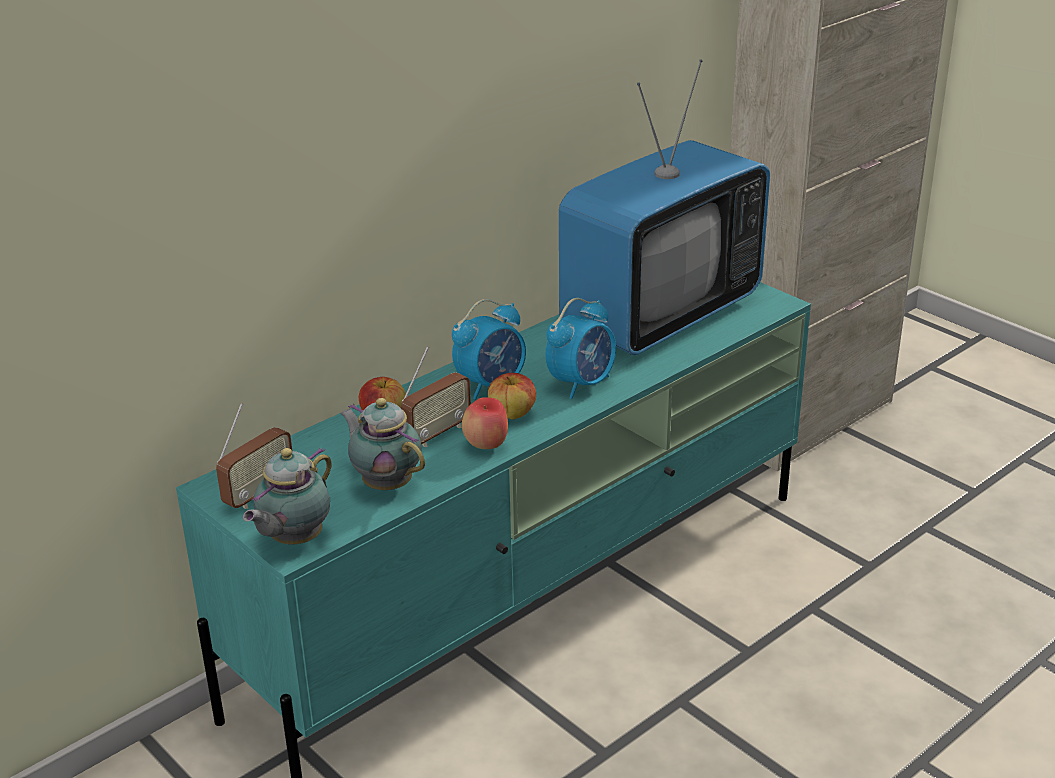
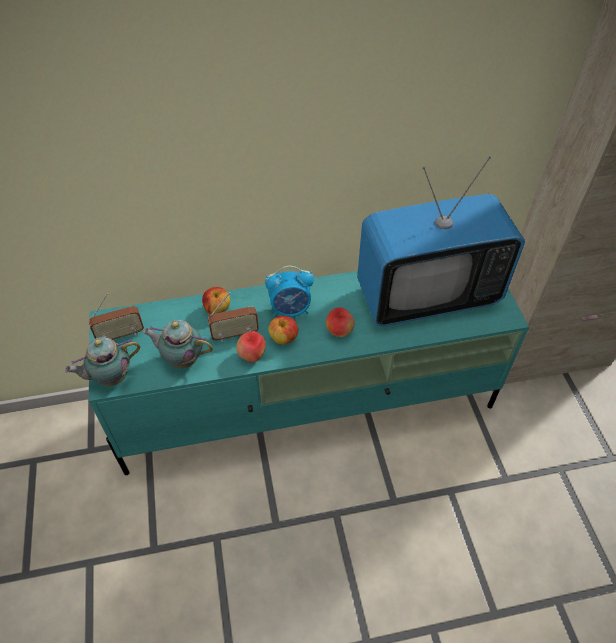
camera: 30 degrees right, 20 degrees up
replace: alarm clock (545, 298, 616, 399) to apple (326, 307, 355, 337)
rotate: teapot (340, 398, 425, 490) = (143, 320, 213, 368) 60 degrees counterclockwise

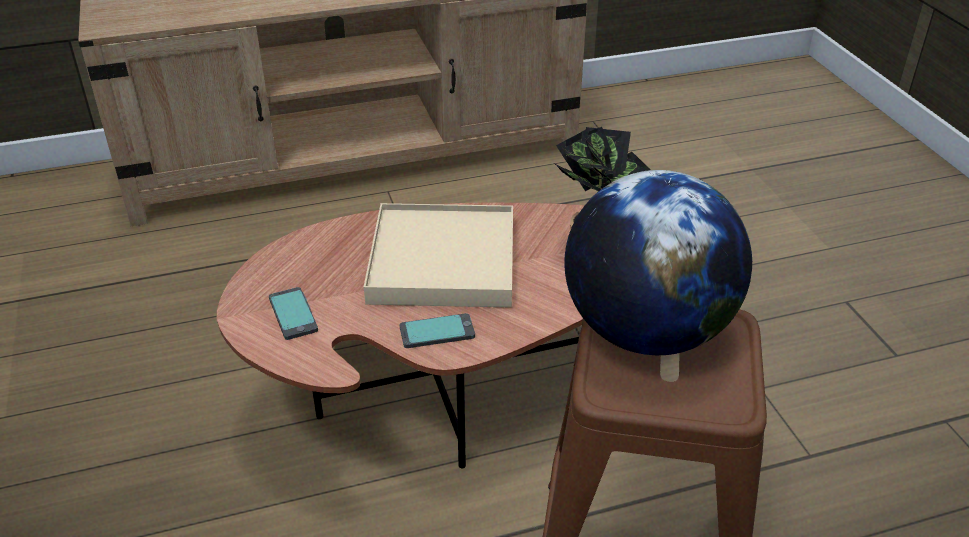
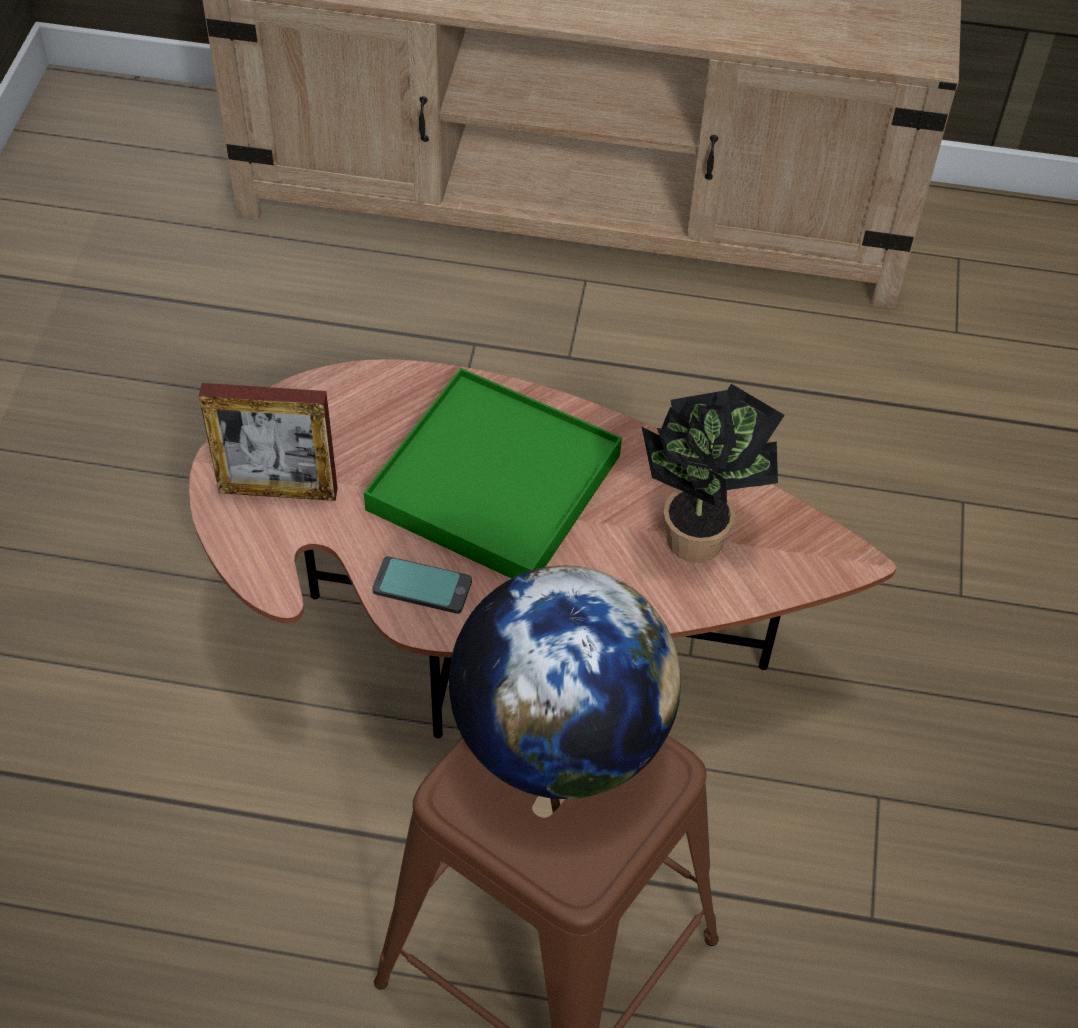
camera: 25 degrees right, 15 degrees up
replace: phone (269, 287, 318, 340) to picture frame (199, 383, 338, 501)
recolor: tray (beige) (364, 203, 513, 307) to tray (green) (364, 368, 622, 579)

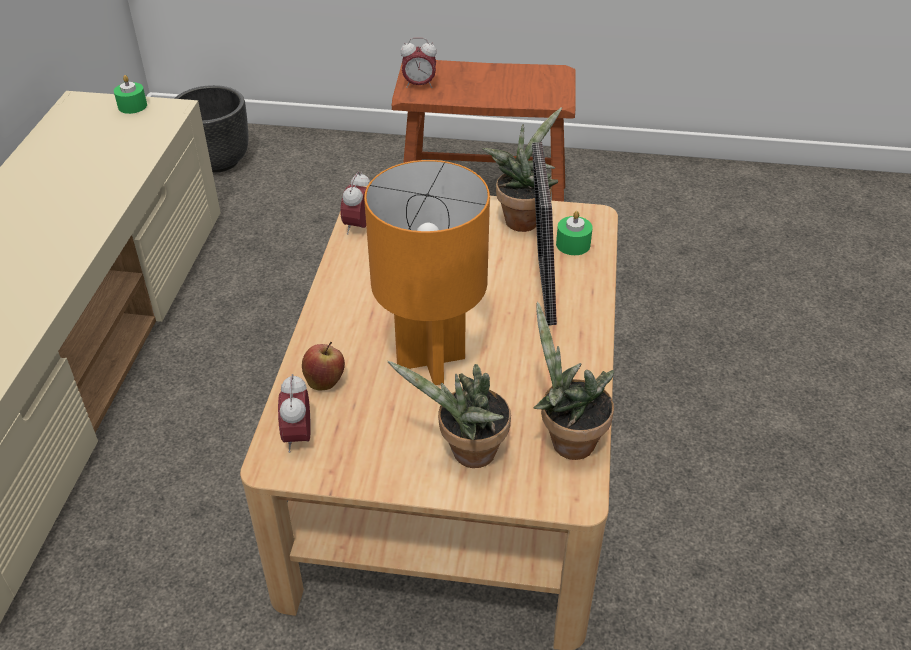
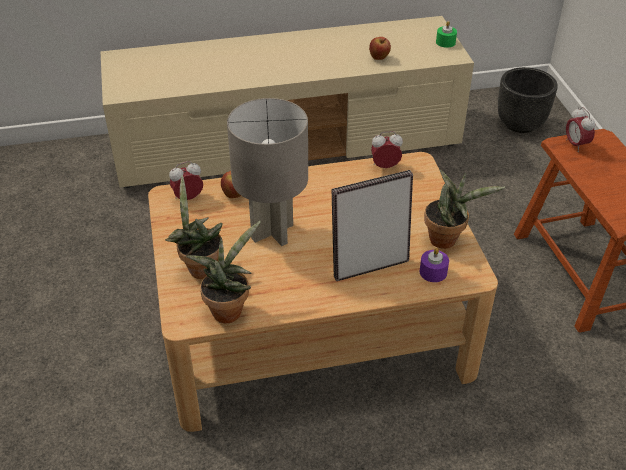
camera: 70 degrees right, 0 degrees up
insert: apple (369, 37, 391, 60)
recolor: table lamp (orange) (364, 160, 490, 385) to table lamp (grey) (227, 98, 308, 246); candle (green) (556, 211, 593, 255) to candle (purple) (420, 248, 449, 282)

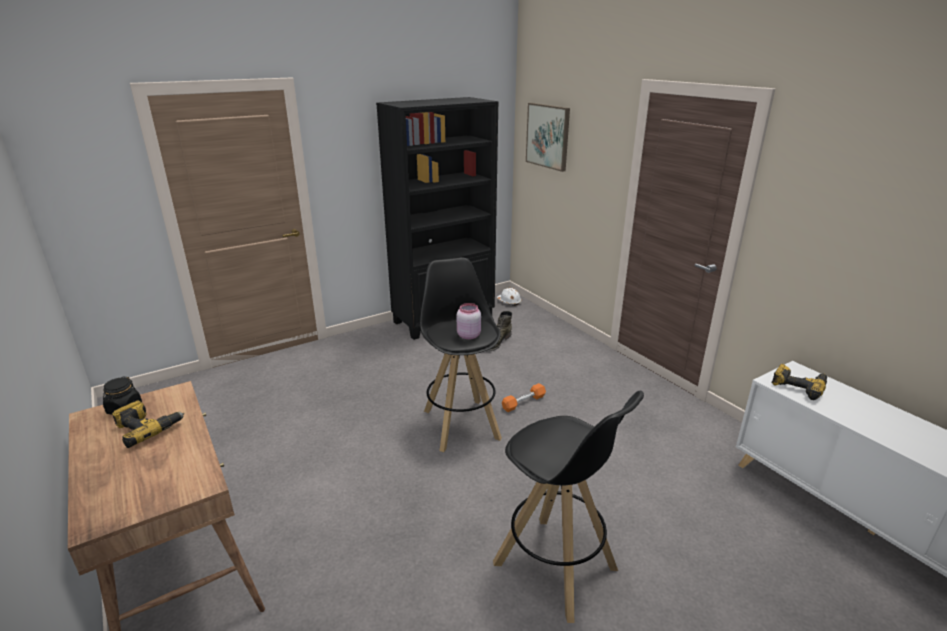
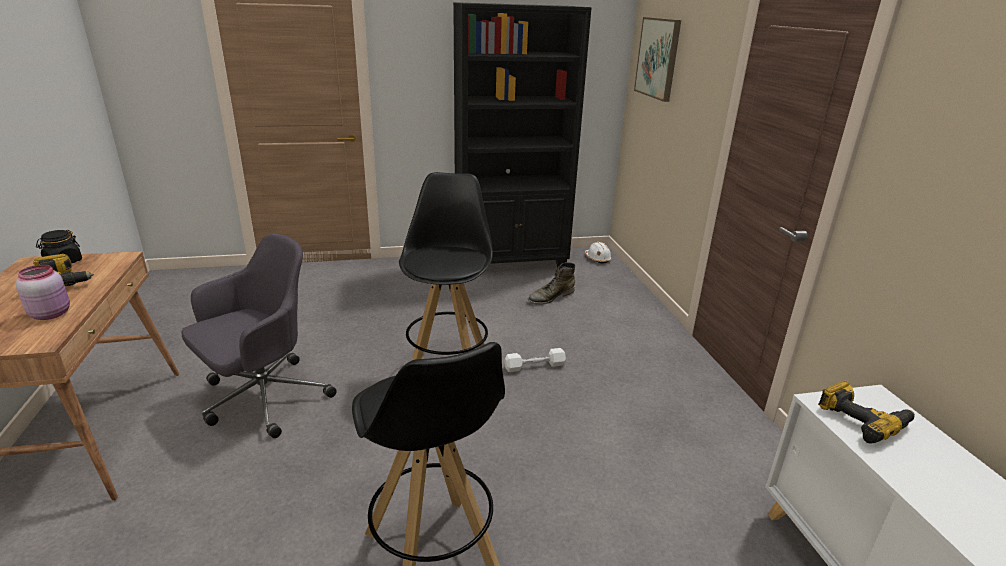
camera: 20 degrees right, 0 degrees up
insert: office chair (grey) (182, 234, 337, 438)
move: jar (pink) (457, 303, 481, 340) to (16, 265, 70, 320)
recolor: dumbbell (orange) (502, 383, 546, 412) to dumbbell (white) (504, 348, 566, 372)

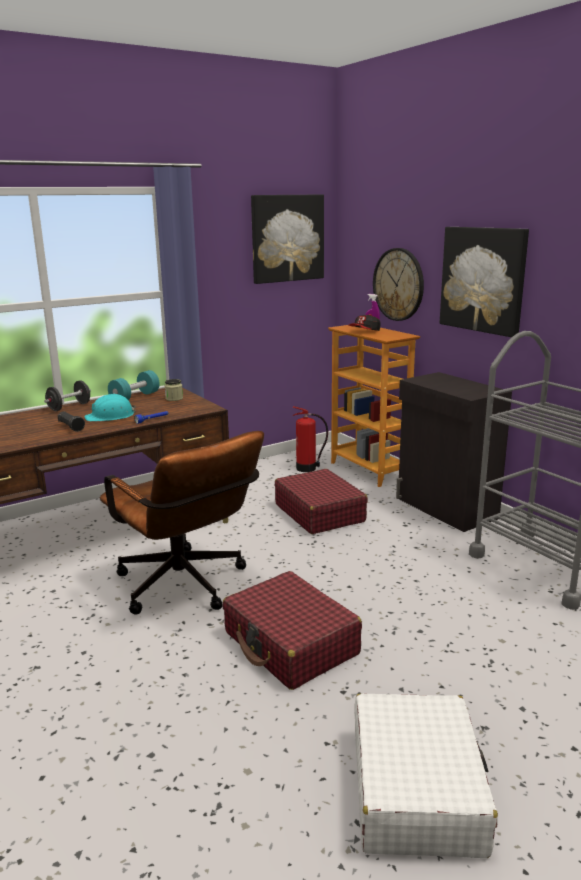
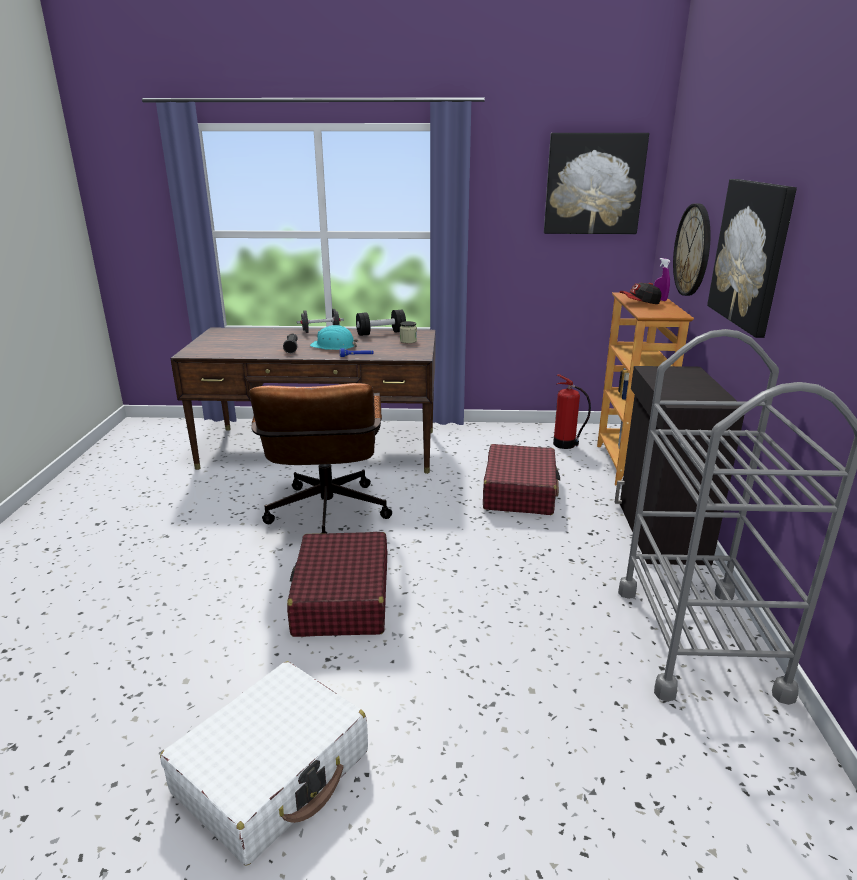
camera: 35 degrees right, 5 degrees up
recolor: dumbbell (turquoise) (108, 370, 160, 400) to dumbbell (black) (356, 310, 406, 336)

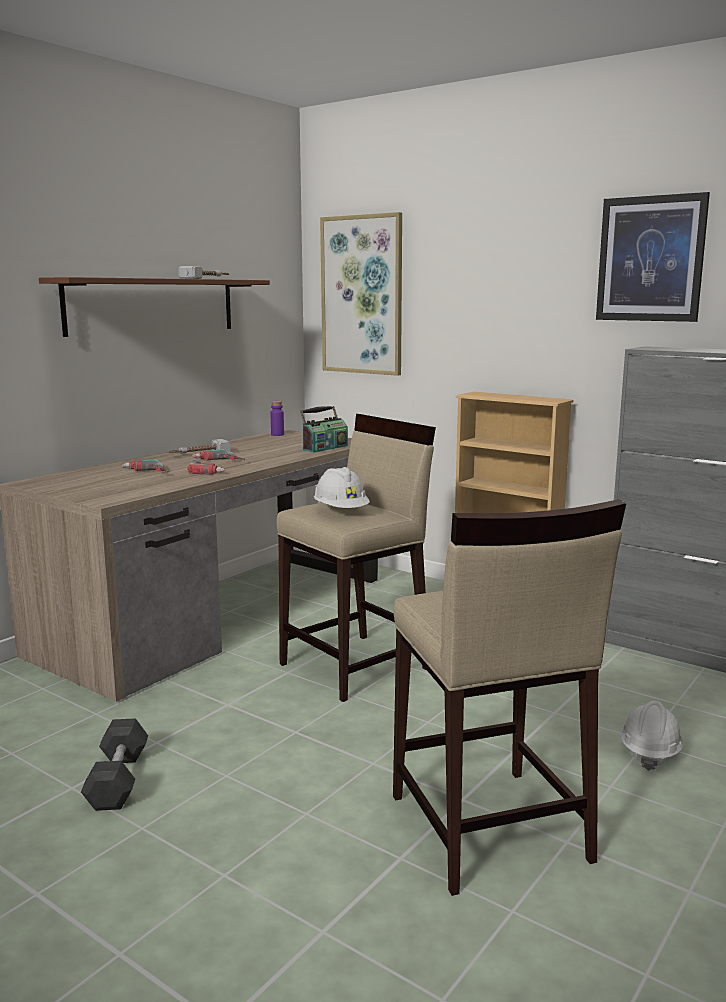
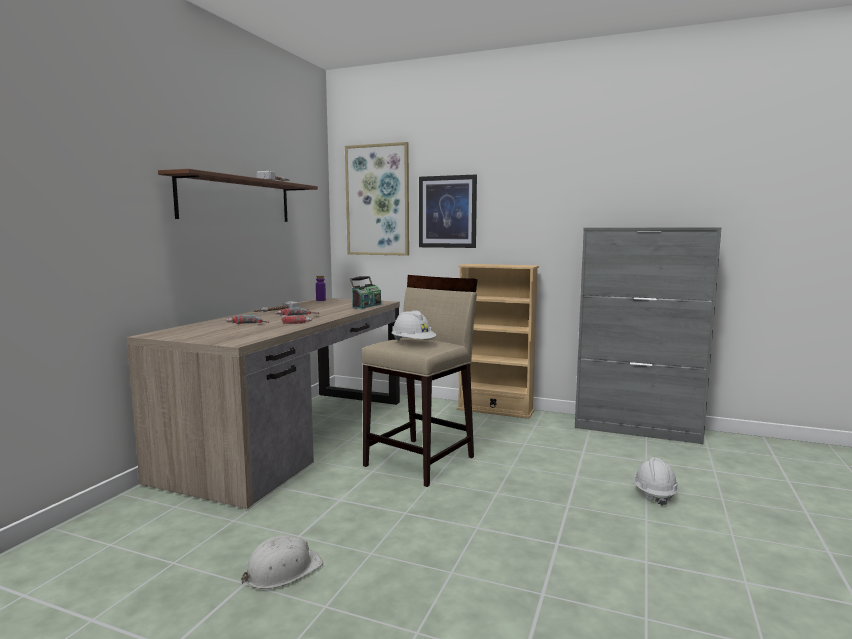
camera: 15 degrees left, 5 degrees down
delete: stool (beige) (393, 499, 626, 896)
move: picture (596, 192, 710, 322) to (419, 175, 477, 248)
replace: dumbbell (grey) (81, 718, 148, 811) to hard hat (white) (241, 535, 323, 589)

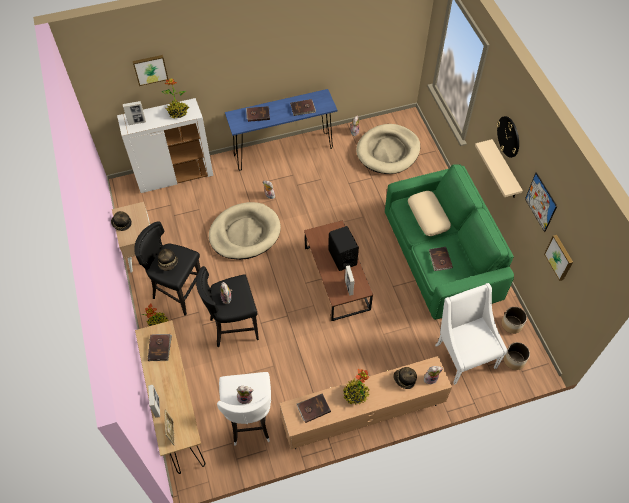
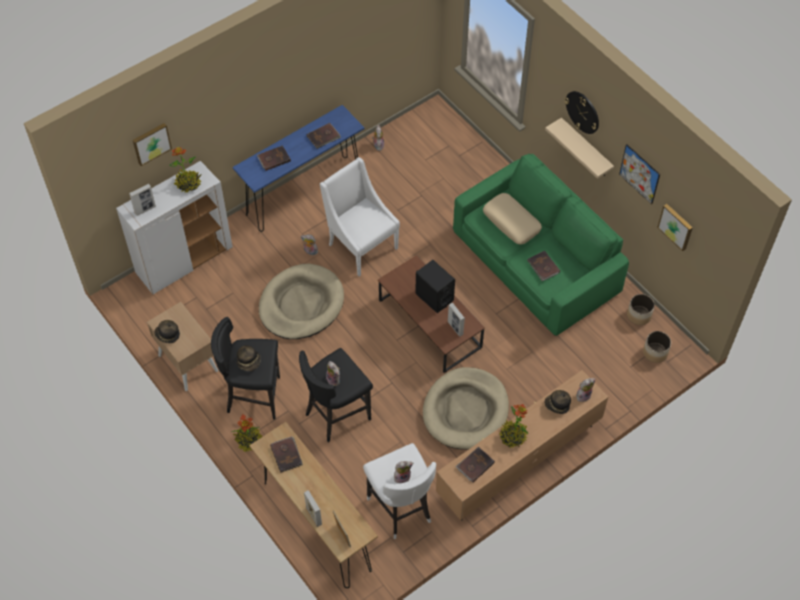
camera: 20 degrees left, 0 degrees up
move: armchair (white) (435, 283, 507, 385) to (320, 157, 400, 276); dog bed (beige) (356, 124, 420, 174) to (423, 367, 509, 450)

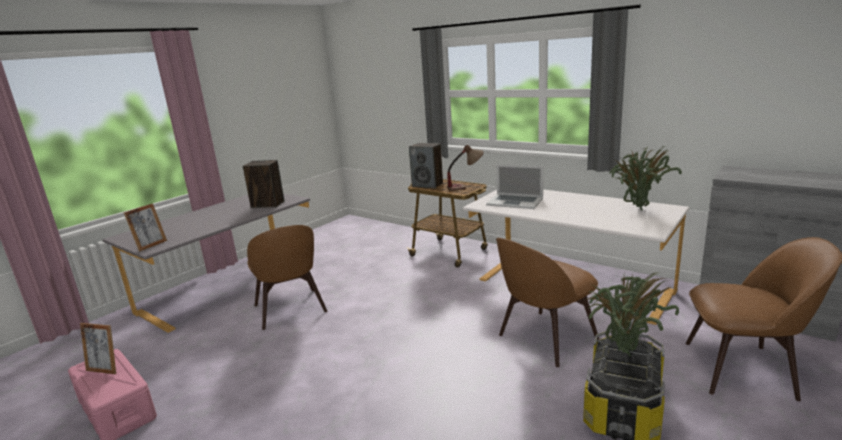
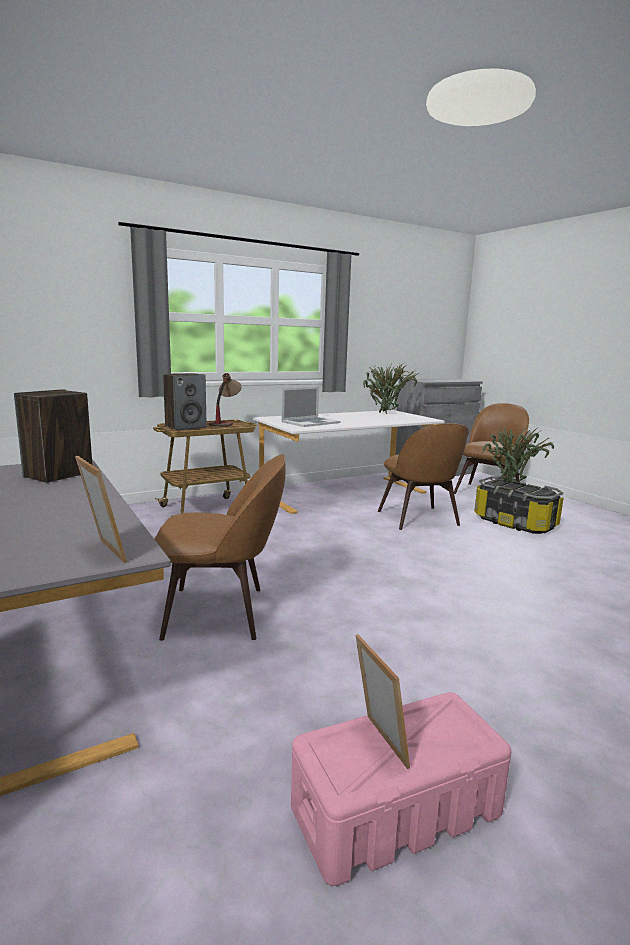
camera: 70 degrees left, 5 degrees down
rotate: picture frame (80, 323, 116, 374) = (356, 634, 410, 769) 60 degrees counterclockwise

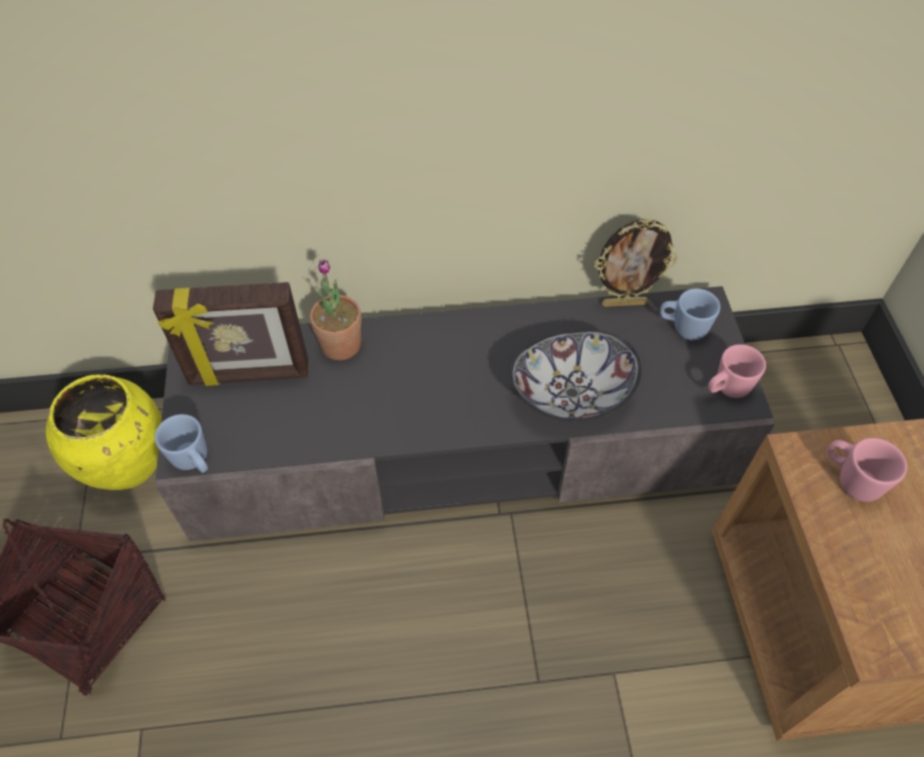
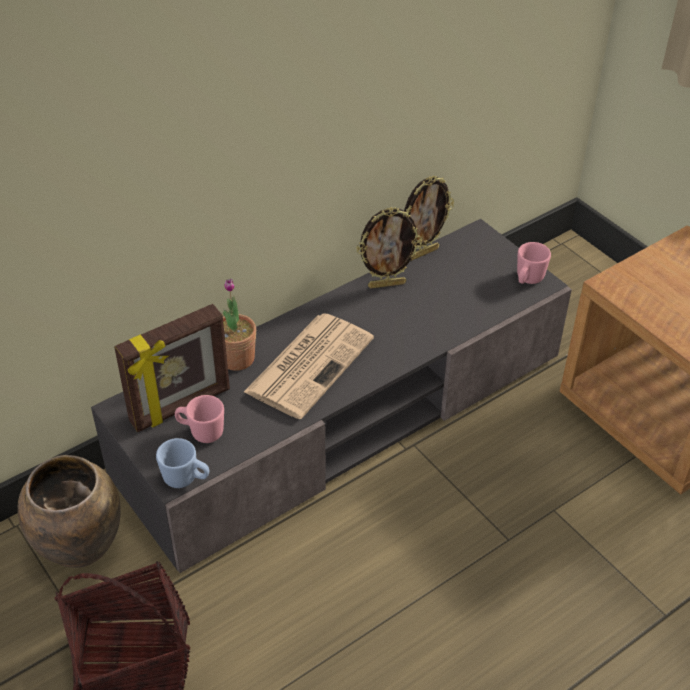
camera: 30 degrees left, 10 degrees down
delete: bowl (510, 330, 642, 422); mug (blue) (660, 288, 720, 340)
insert: newspaper (244, 314, 374, 419); picture frame (356, 207, 422, 288)
move: mug (pink) (827, 438, 907, 502) to (175, 395, 224, 443)
recolor: vase (yellow) (46, 374, 162, 490) to vase (brown) (18, 455, 121, 568)

